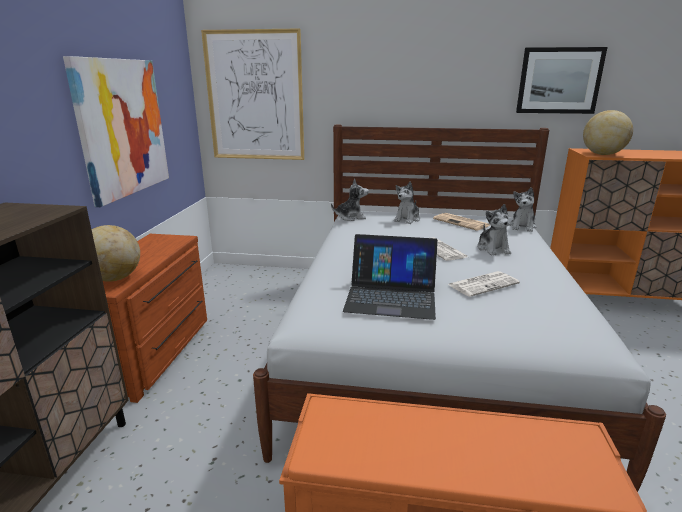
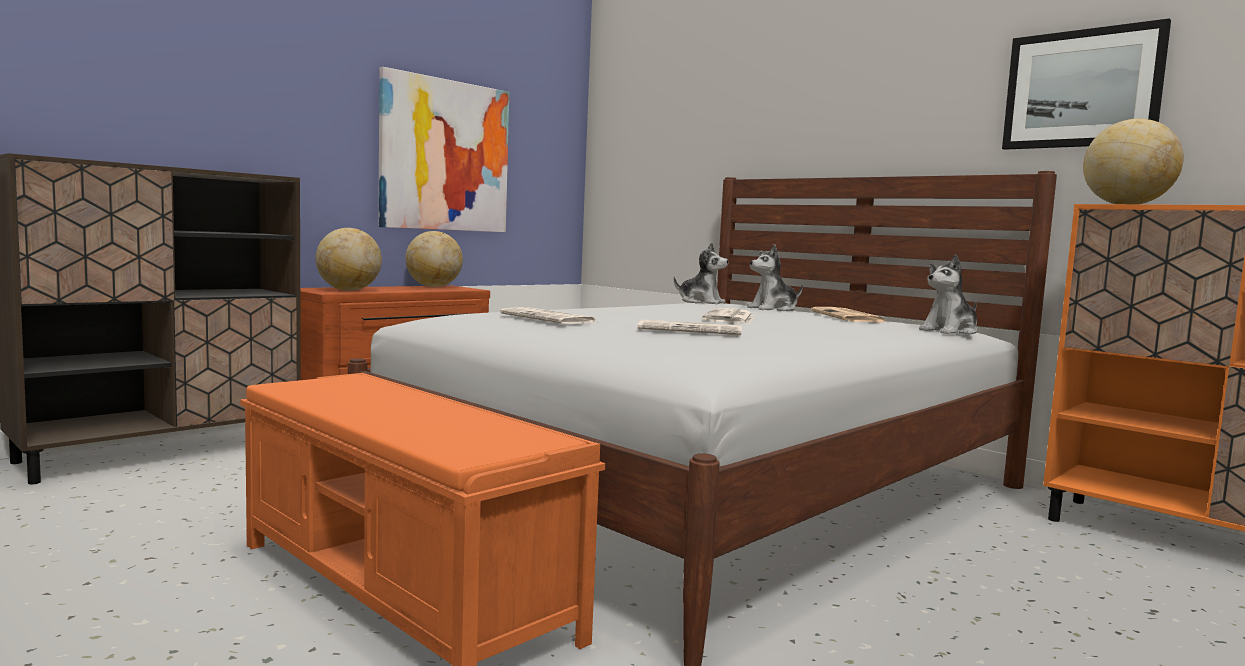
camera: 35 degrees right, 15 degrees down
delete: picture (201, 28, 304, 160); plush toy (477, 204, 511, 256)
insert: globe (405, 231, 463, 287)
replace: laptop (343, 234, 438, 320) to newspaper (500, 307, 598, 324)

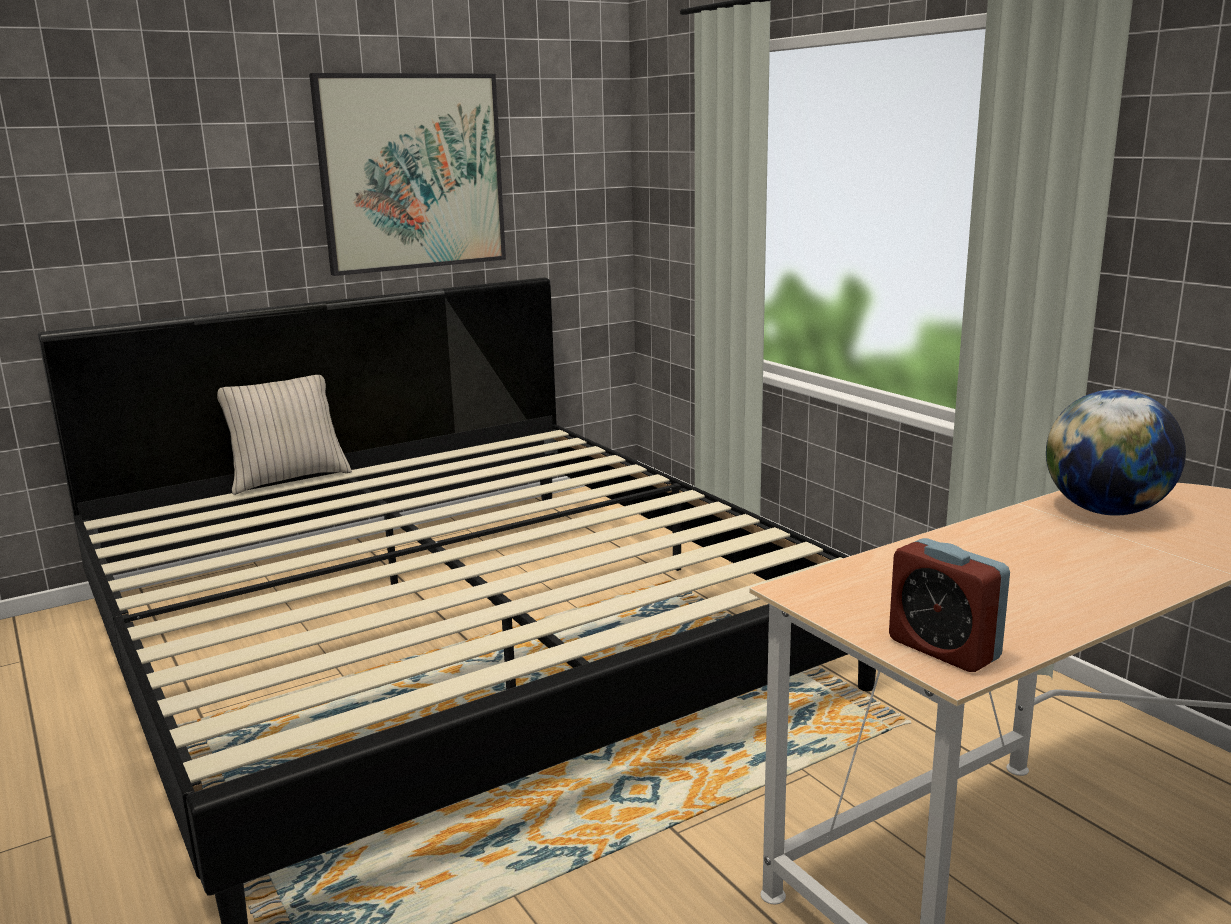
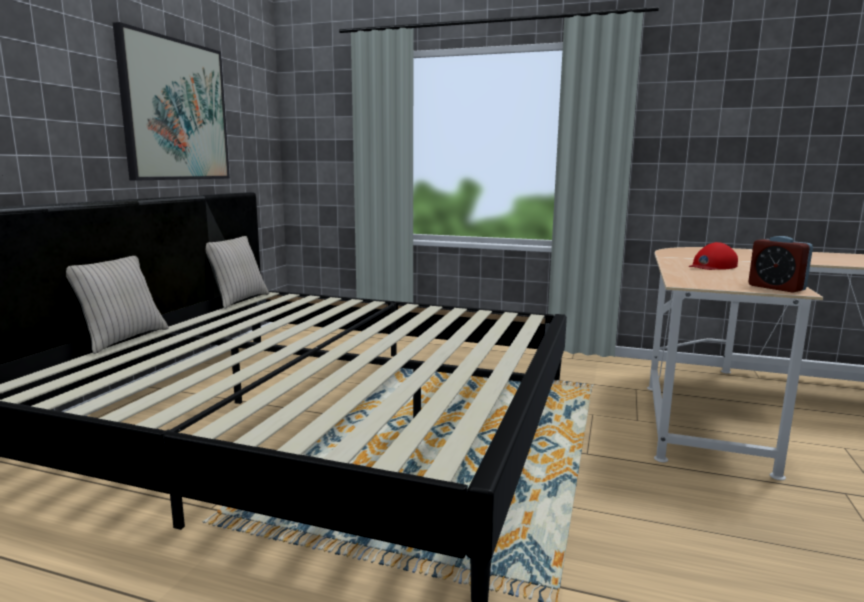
camera: 40 degrees left, 5 degrees down
delete: globe (1046, 389, 1186, 516)
insert: pillow (beige) (206, 236, 270, 309); cap (red) (688, 242, 738, 270)
rotate: alarm clock (889, 538, 1010, 672) = (748, 236, 813, 293) 45 degrees clockwise

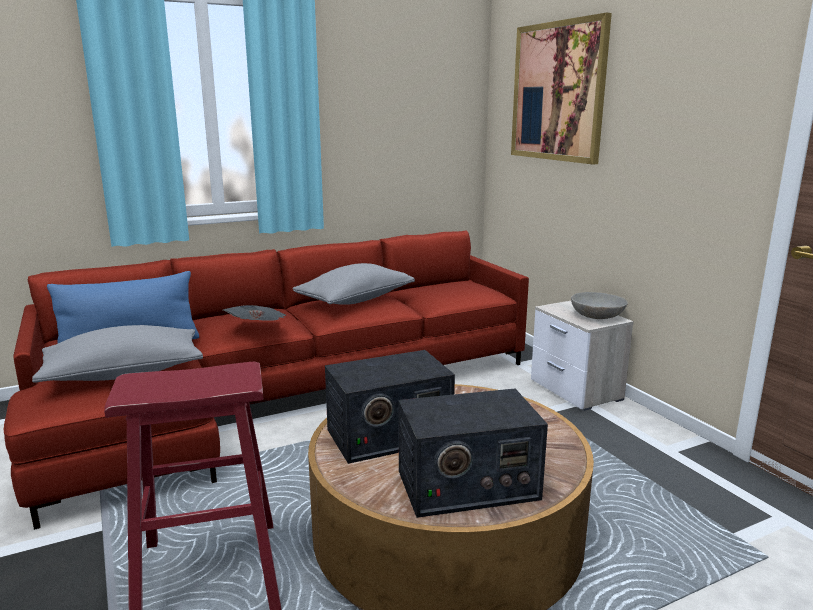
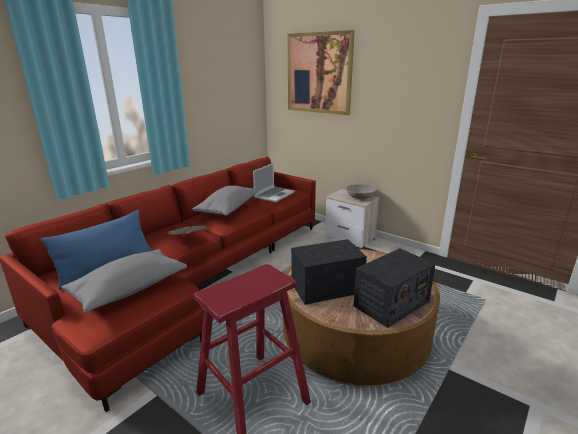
camera: 25 degrees left, 5 degrees up
insert: laptop (253, 163, 294, 202)
rotate: radio (325, 350, 455, 464) = (291, 239, 367, 305) 150 degrees counterclockwise

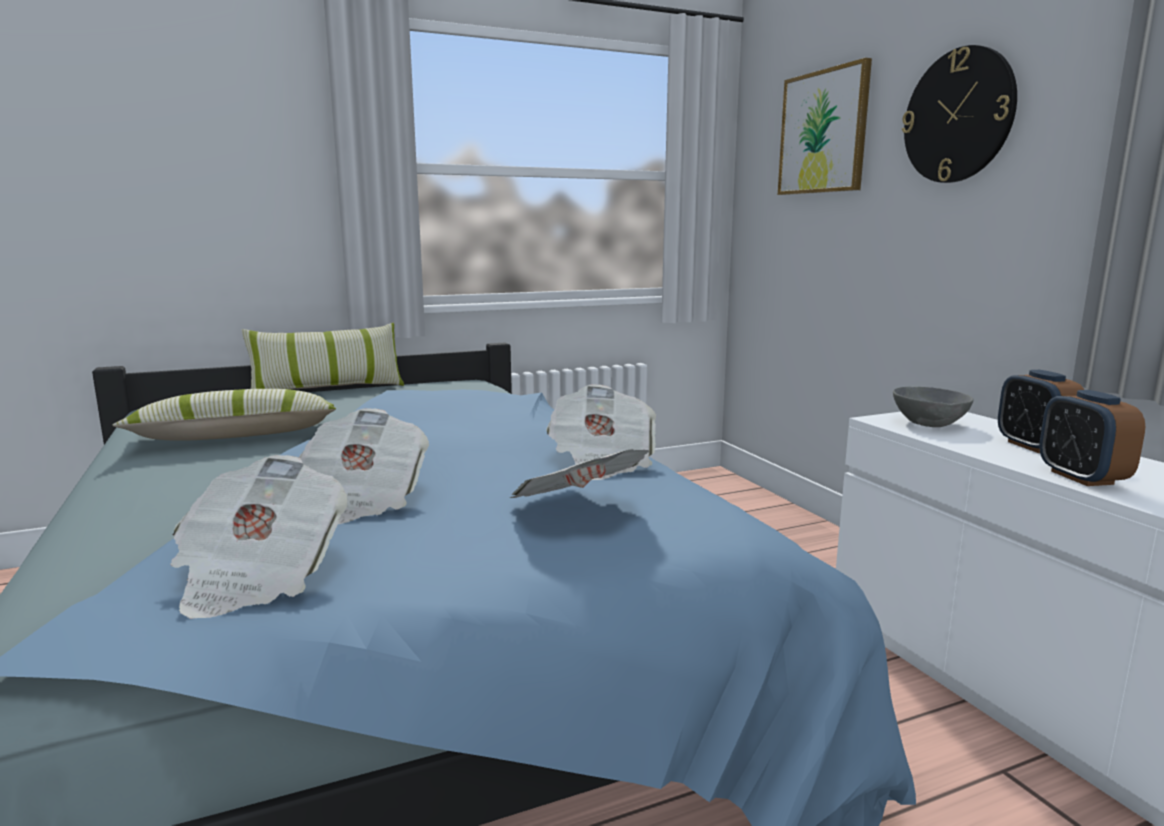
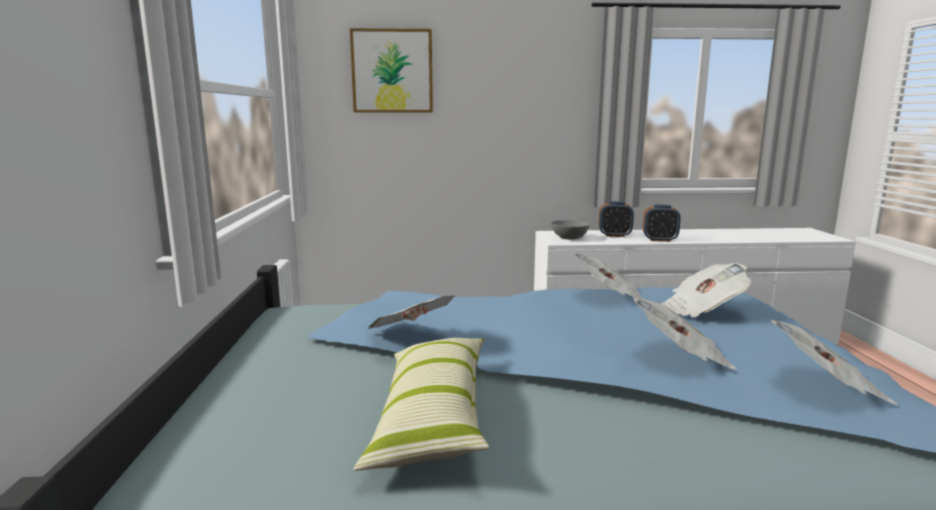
camera: 70 degrees left, 0 degrees up
delete: pillow (242, 323, 404, 389); wall clock (902, 45, 1017, 183)
insert: newspaper (367, 296, 455, 329)

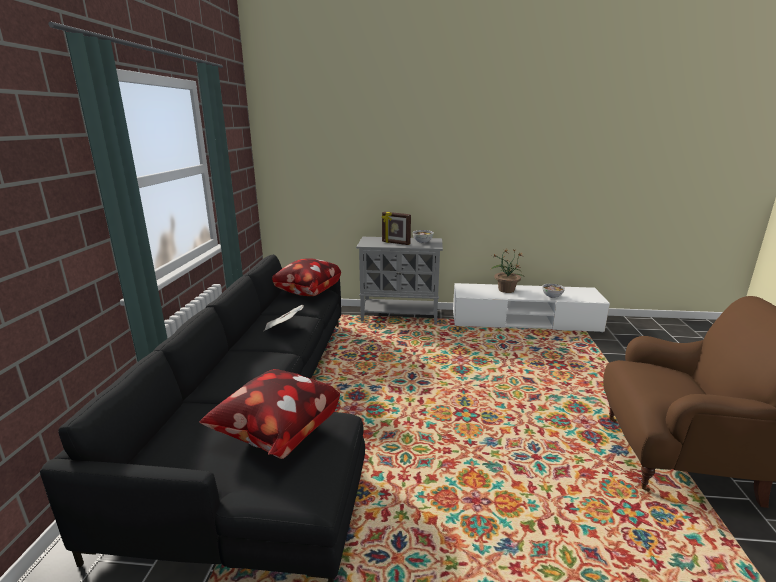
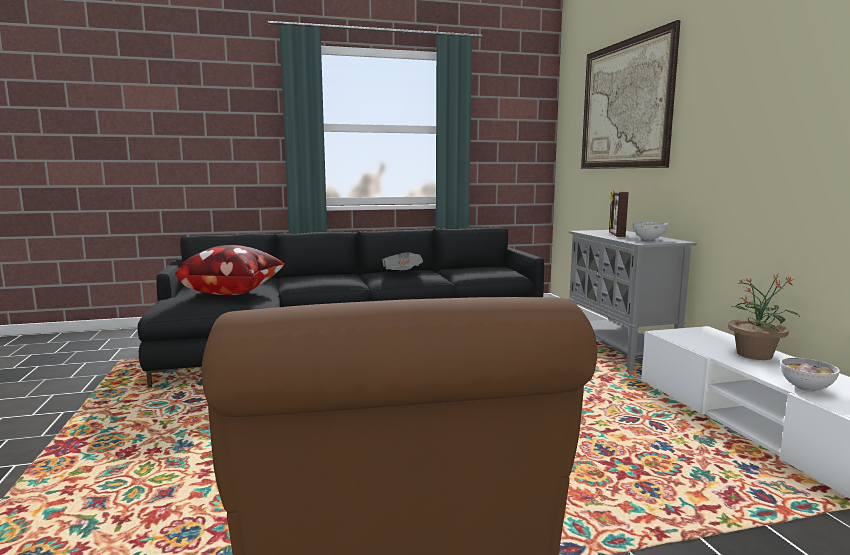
camera: 70 degrees right, 10 degrees down
delete: pillow (272, 258, 341, 296)
insert: picture (581, 20, 681, 169)

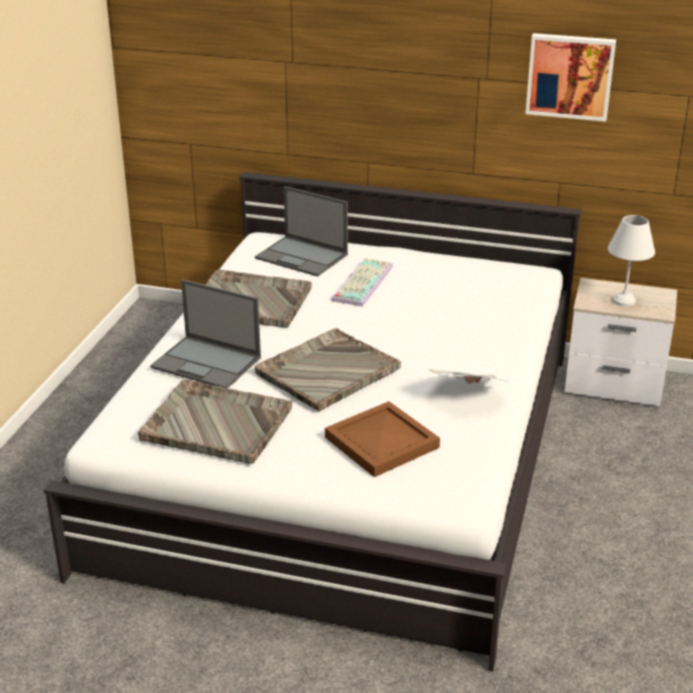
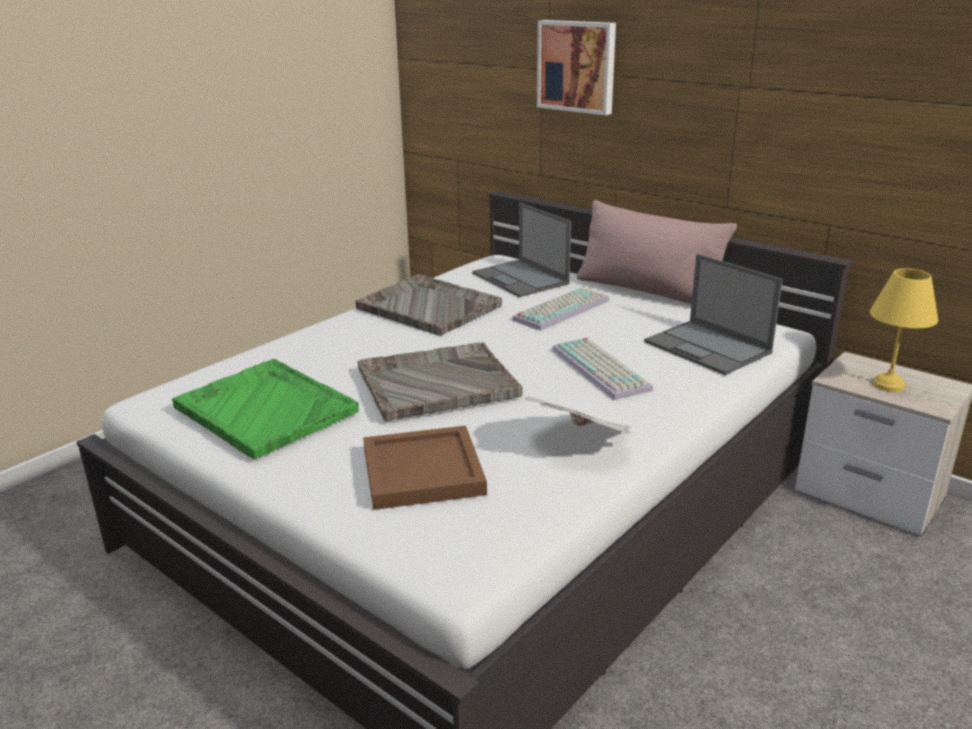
camera: 25 degrees right, 5 degrees down
insert: keyboard (552, 337, 653, 400); pillow (pink) (577, 200, 737, 304)
move: picture (525, 33, 616, 122) to (537, 20, 616, 115); laptop (150, 279, 261, 388) to (644, 254, 783, 375)
recolor: tray (grey) (138, 379, 292, 464) to tray (green) (172, 359, 359, 459); table lamp (white) (608, 215, 655, 307) to table lamp (yellow) (870, 268, 938, 392)

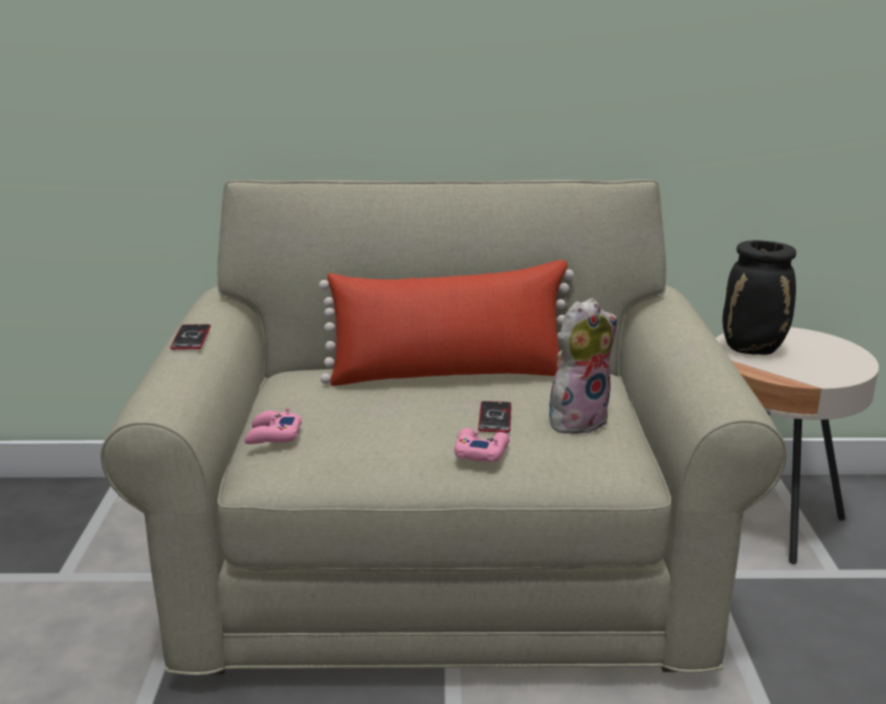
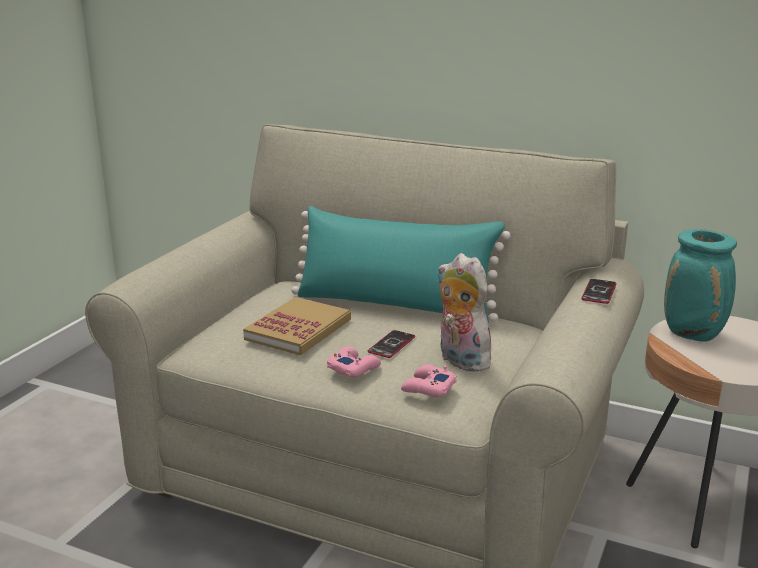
camera: 25 degrees right, 0 degrees up
insert: book (243, 297, 351, 355)
move: game controller (pink) (244, 407, 302, 444) to (401, 365, 457, 397); phone (170, 324, 211, 350) to (581, 279, 616, 304)
recolor: pillow (red) (319, 260, 574, 386) to pillow (turquoise) (291, 206, 511, 323); vase (black) (723, 240, 796, 355) to vase (turquoise) (664, 229, 737, 342)
rotate: plush toy (549, 298, 617, 434) = (437, 253, 497, 372) 120 degrees counterclockwise

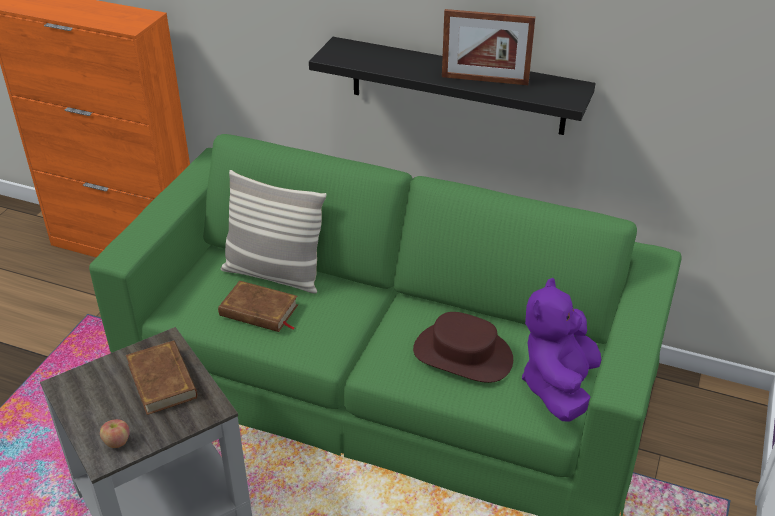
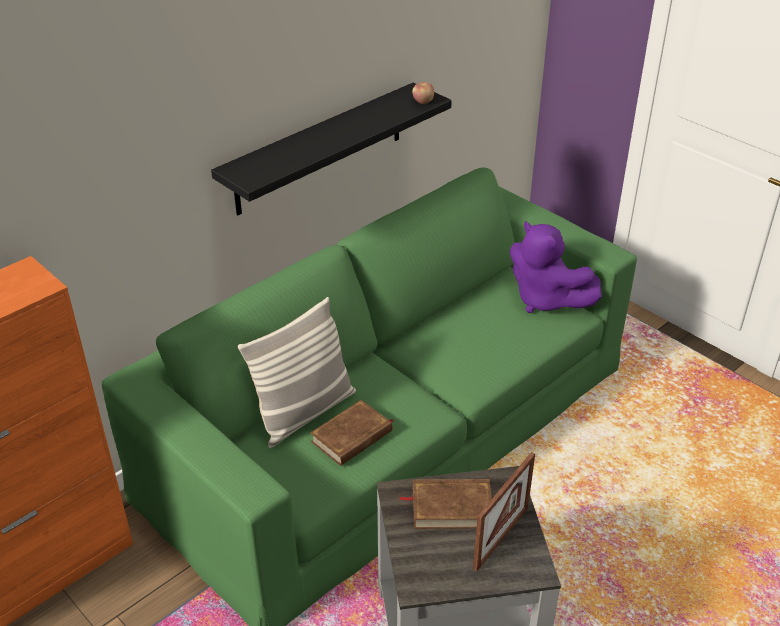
camera: 65 degrees left, 0 degrees up
delete: hat (brown) (413, 312, 513, 383)
move: apple (100, 419, 130, 448) to (412, 82, 434, 104); picture frame (442, 9, 535, 85) to (473, 452, 535, 572)

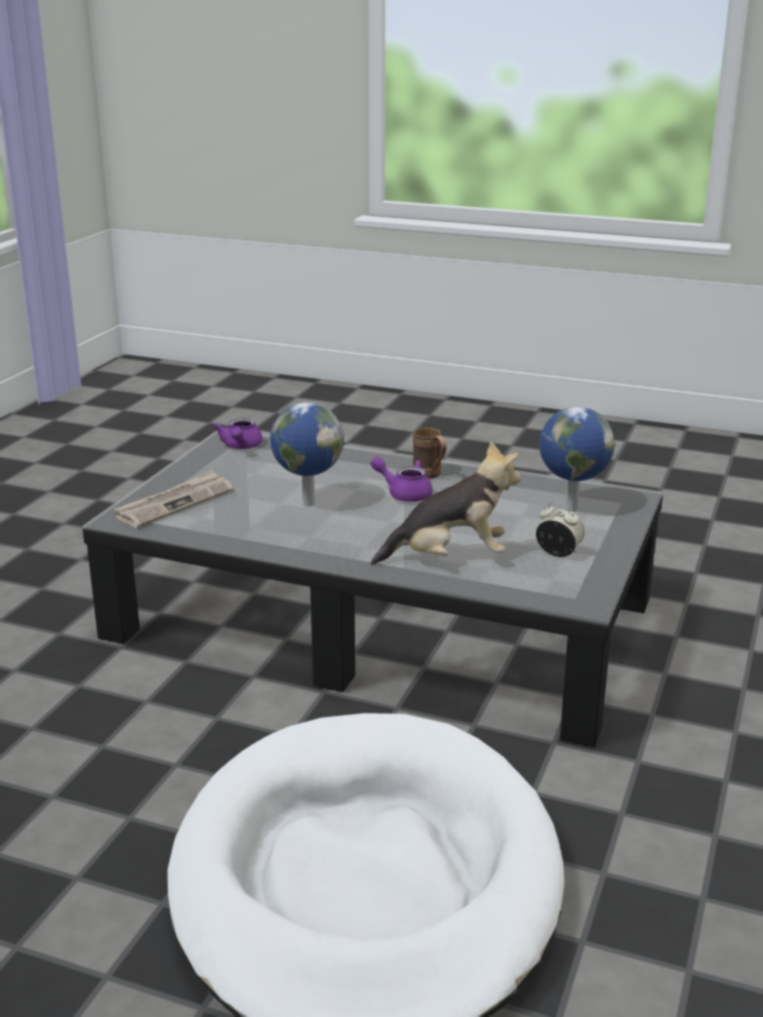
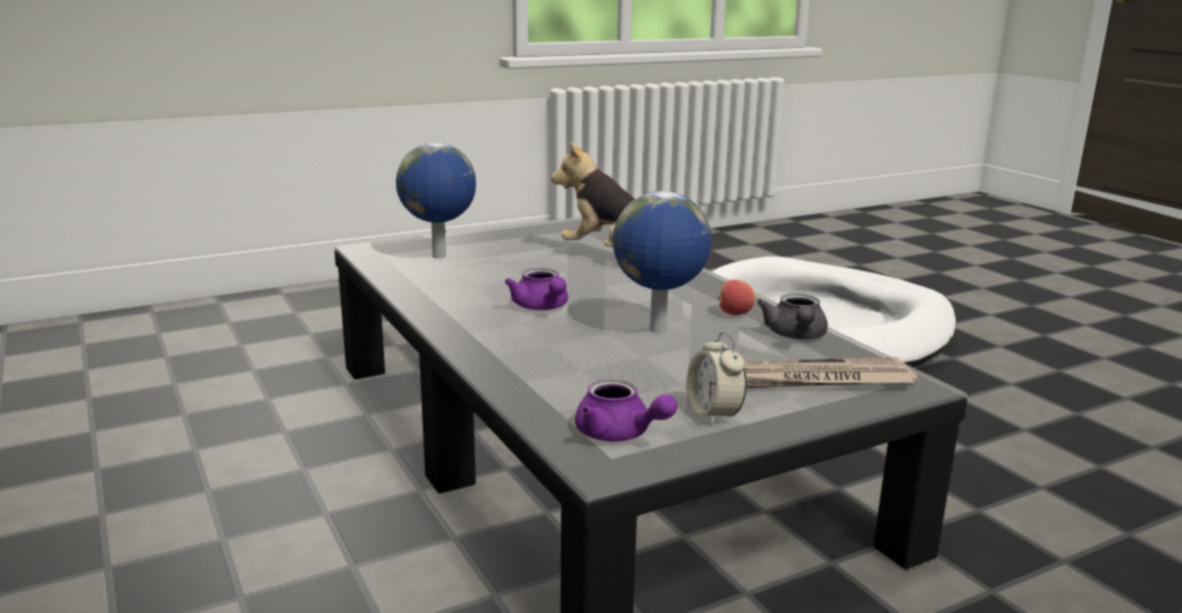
camera: 140 degrees left, 5 degrees down
delete: mug (brown) (413, 428, 447, 479)
insert: apple (718, 280, 755, 315); teapot (grey) (757, 293, 828, 339)
move: alarm clock (536, 503, 585, 557) to (686, 332, 747, 426)
rotate: teapot (purple) (213, 418, 263, 449) = (575, 379, 677, 442) 90 degrees clockwise

